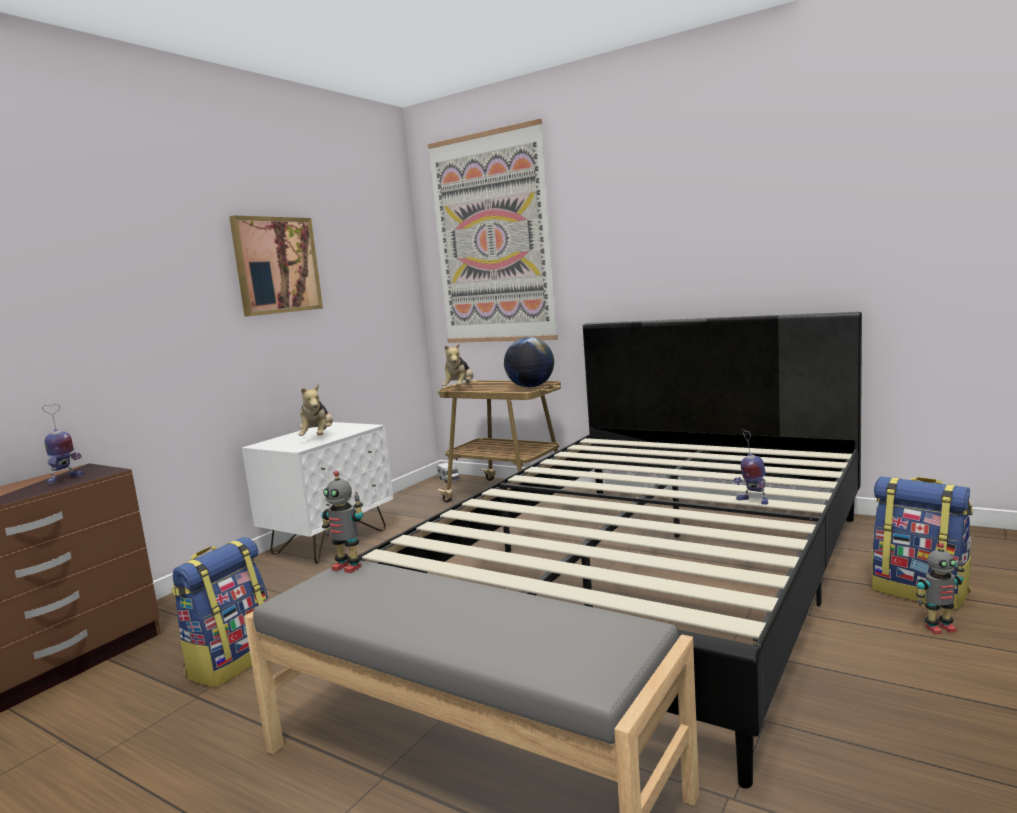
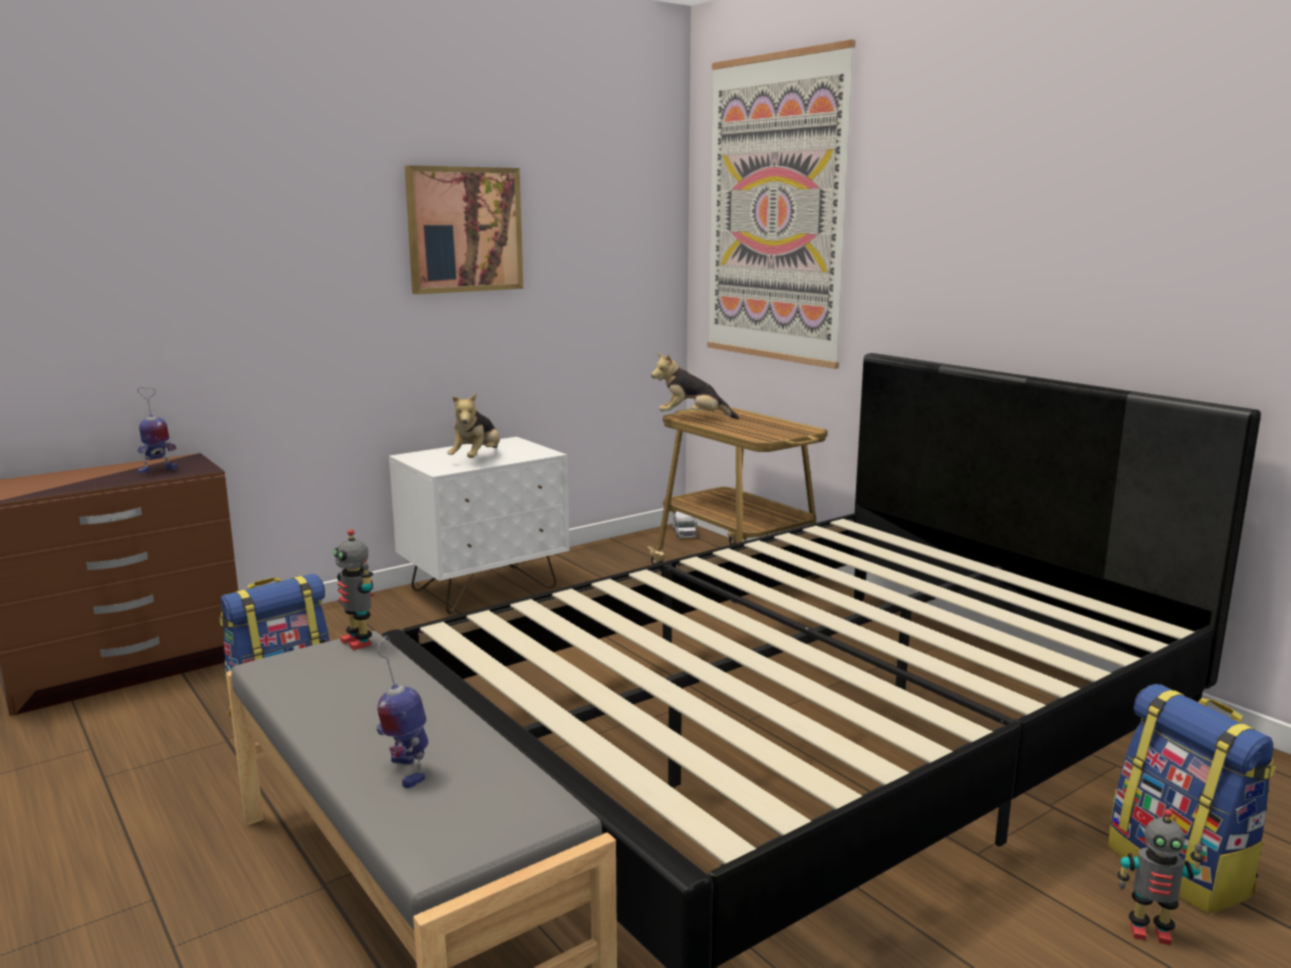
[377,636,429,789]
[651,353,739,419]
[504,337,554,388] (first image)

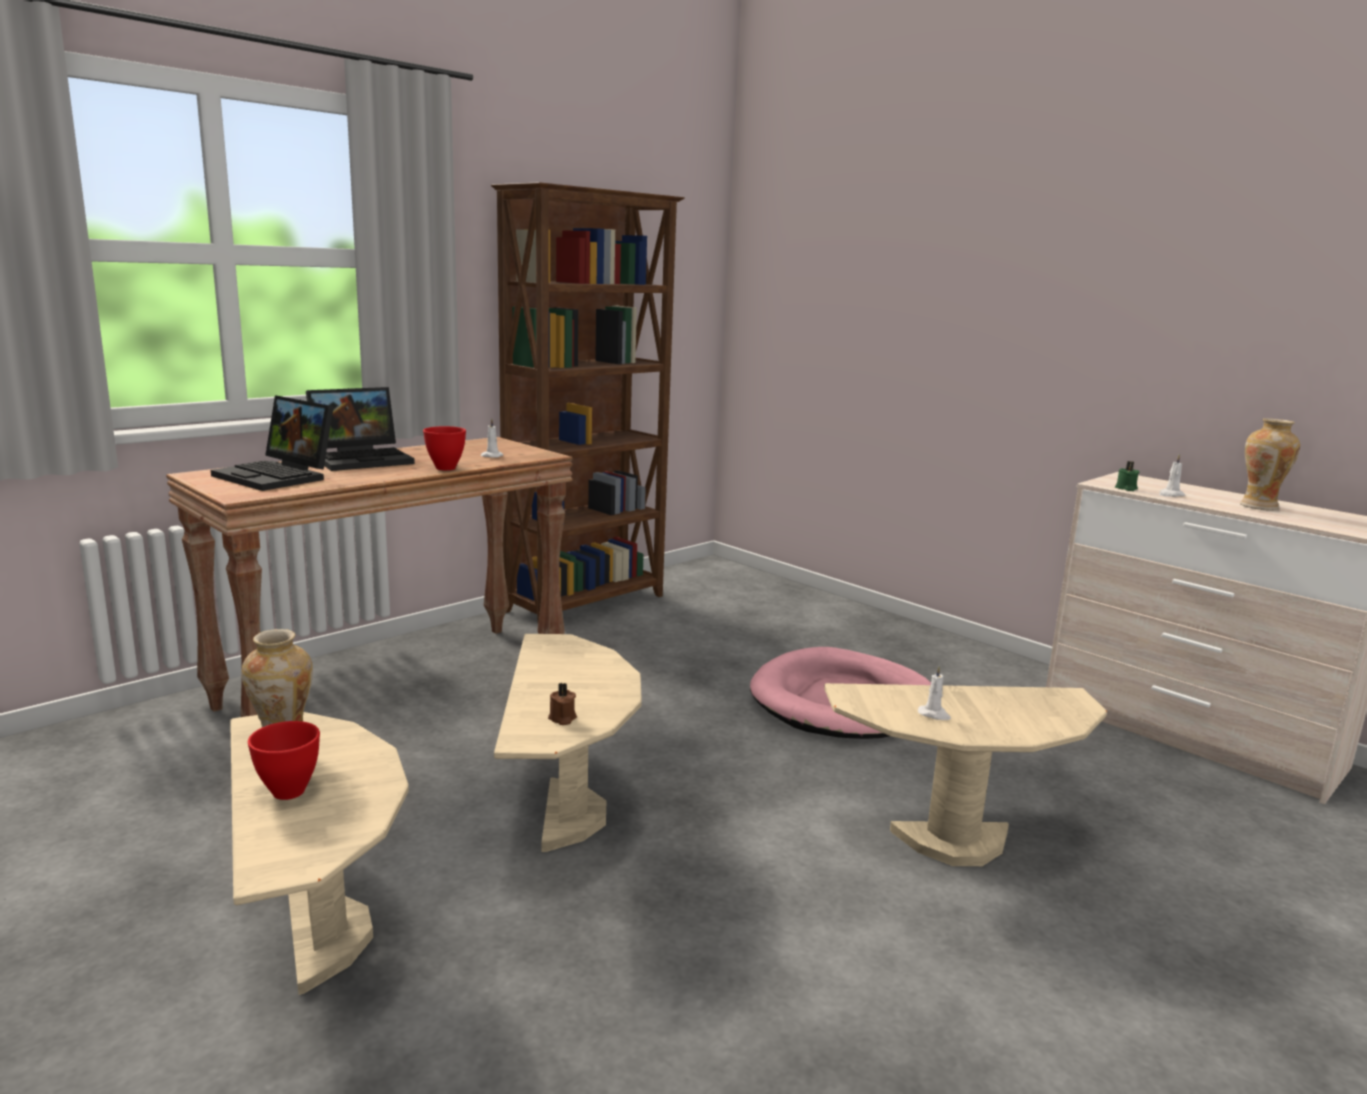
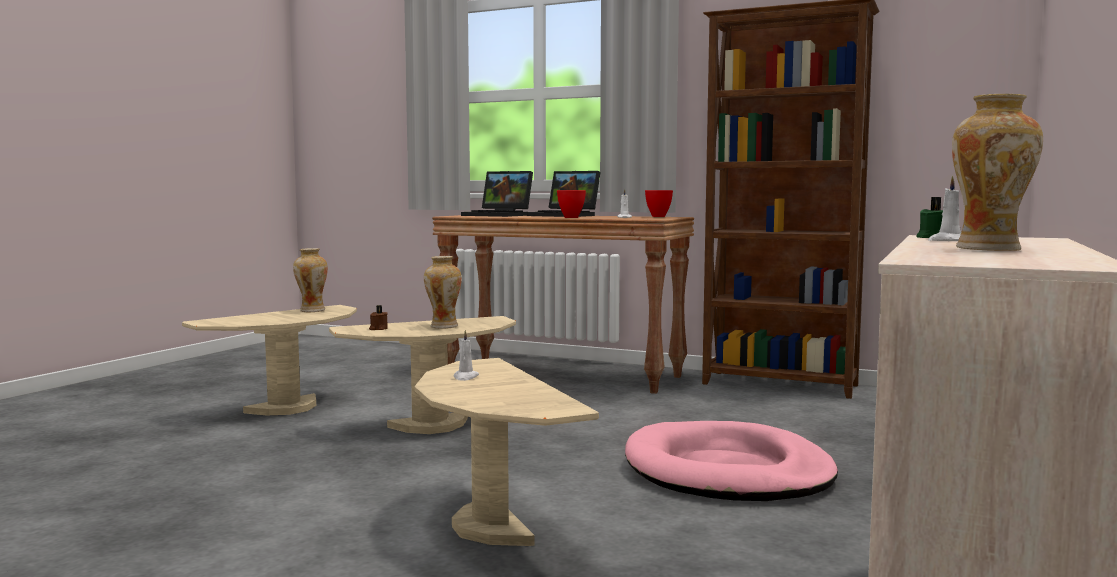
[424,256,462,329]
[461,171,533,217]
[645,190,673,217]

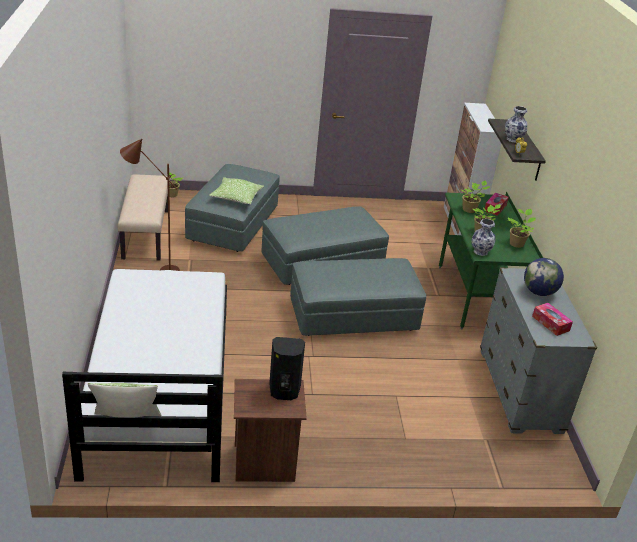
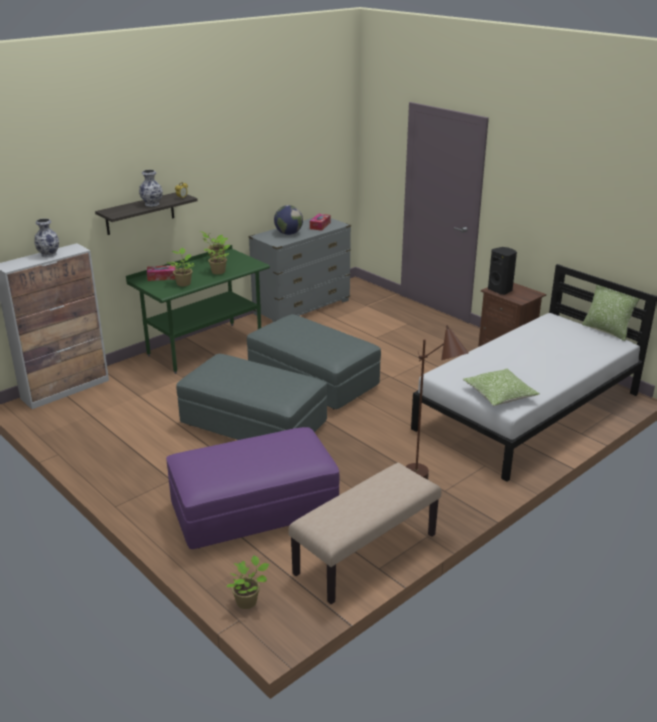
[34,218,59,258]
[166,427,340,549]
[463,369,540,406]

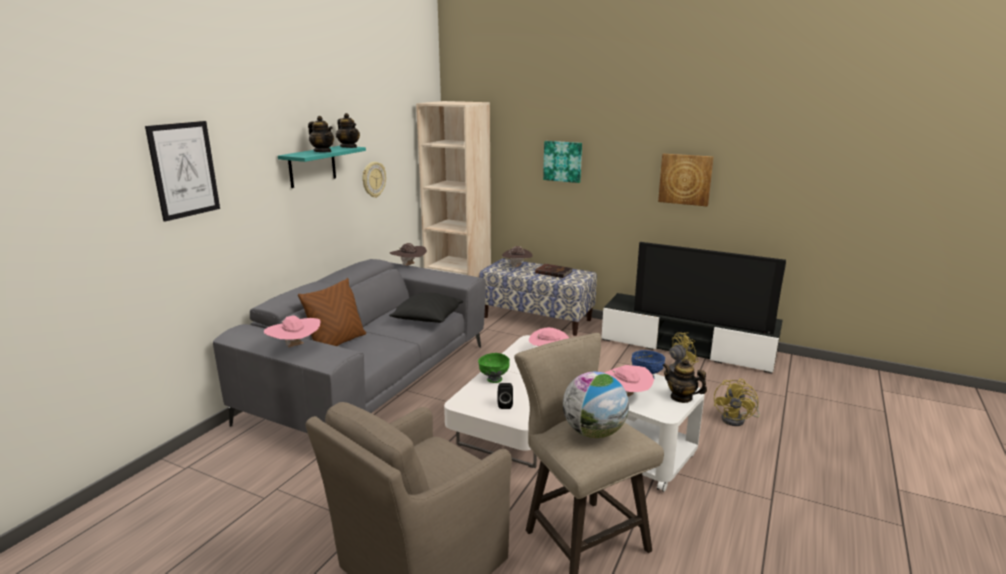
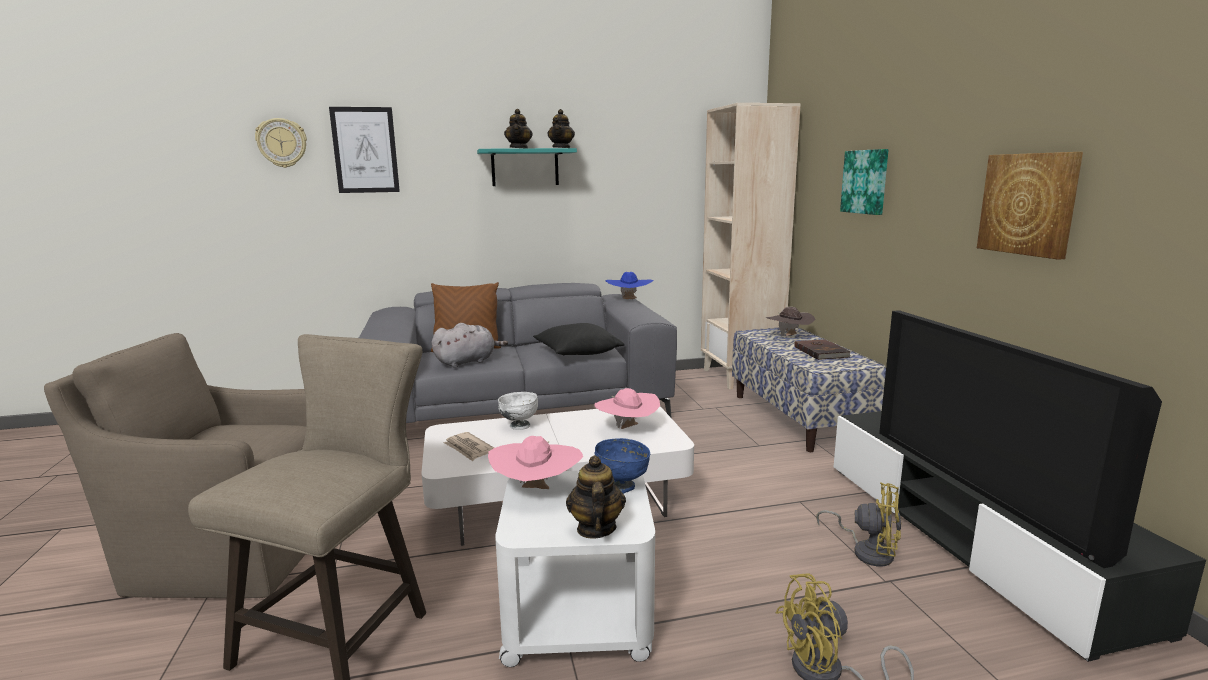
[255,118,307,168]
[432,323,508,368]
[444,432,494,461]
[498,392,538,430]
[605,272,654,299]
[264,315,320,348] (first image)
[563,372,629,438] (first image)

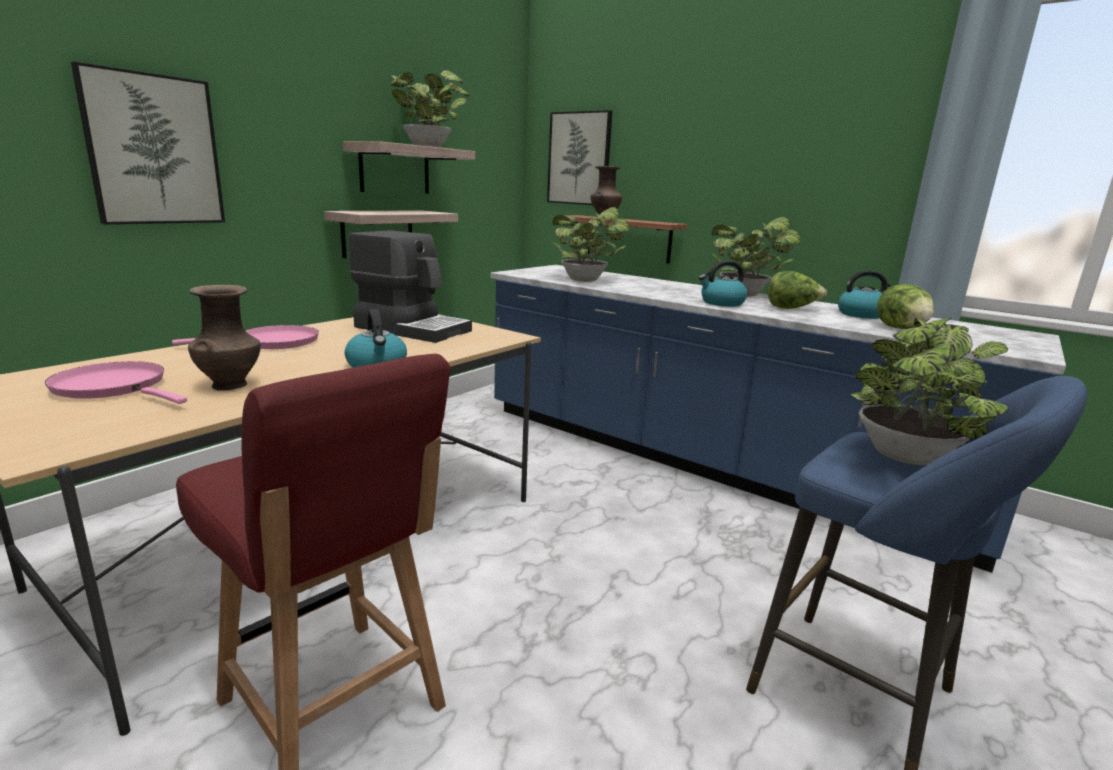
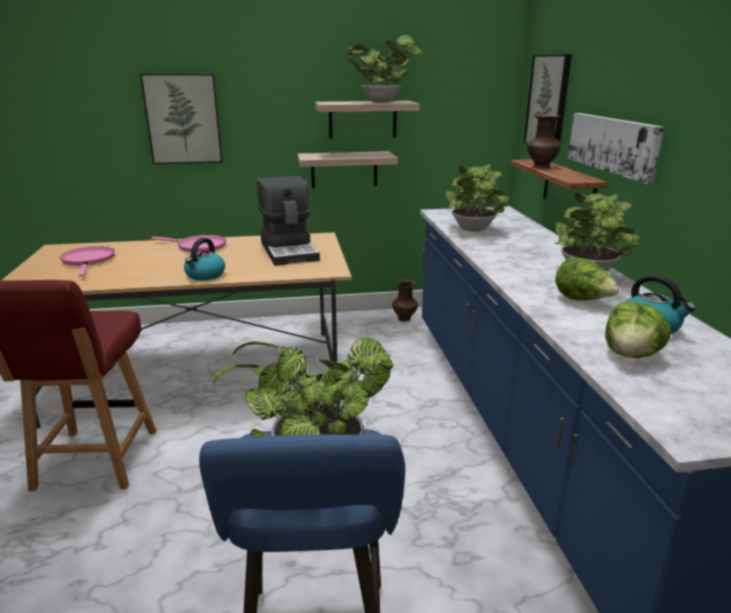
[392,279,418,322]
[568,113,664,184]
[699,260,748,307] (first image)

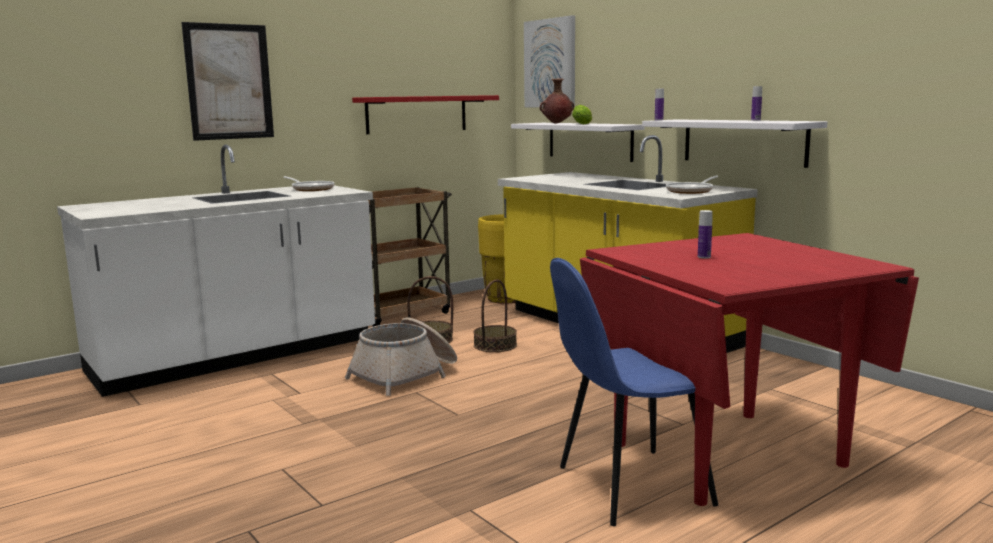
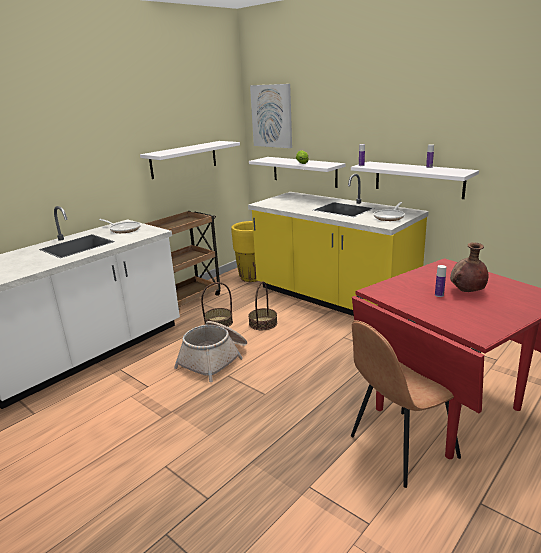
[140,141,240,179]
[351,320,461,488]
[450,243,488,292]
[181,22,274,141] (first image)

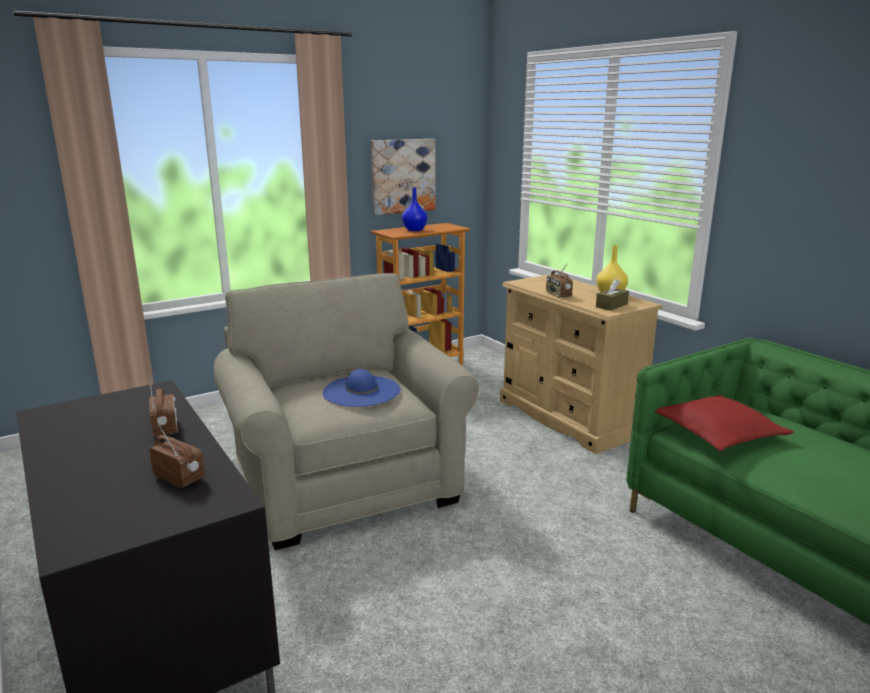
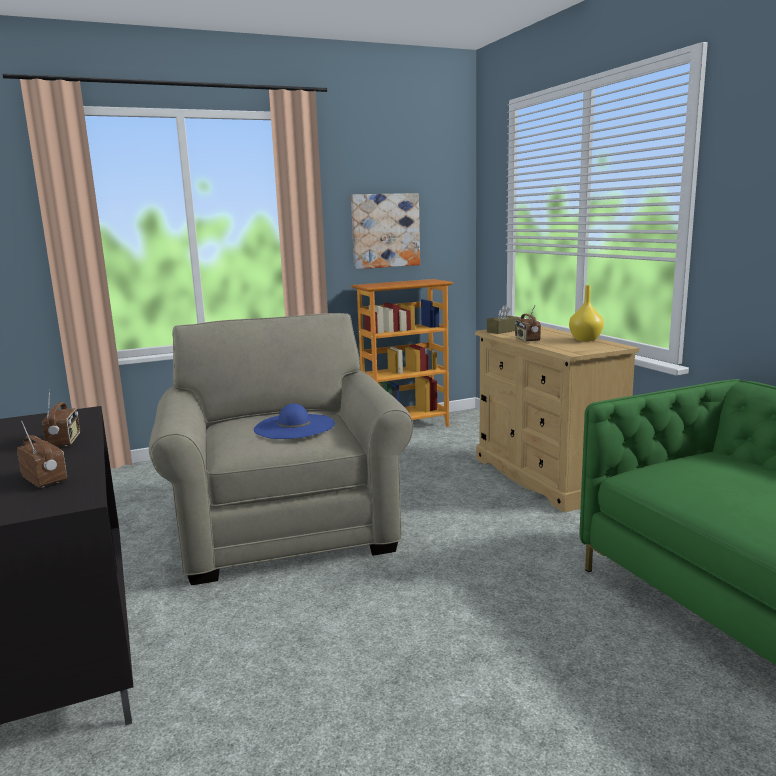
[487,305,520,334]
[402,187,427,231] (first image)
[655,395,794,451] (first image)

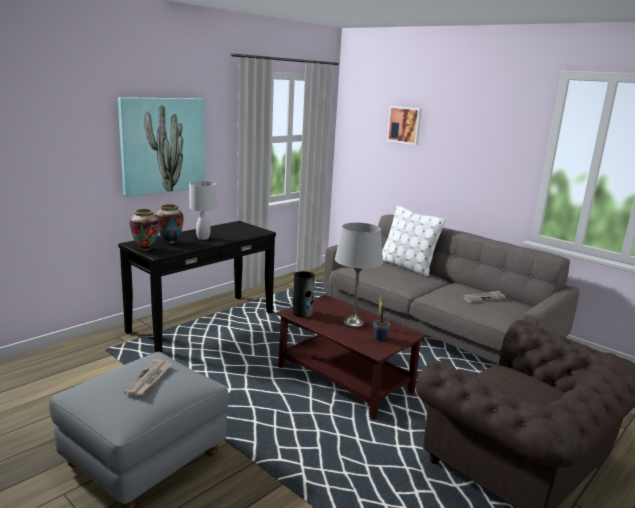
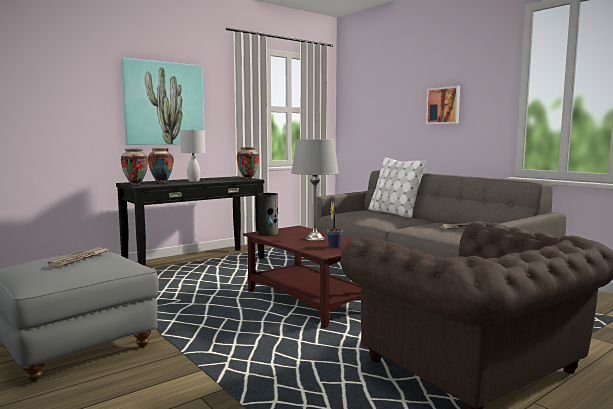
[237,147,259,179]
[426,86,460,124]

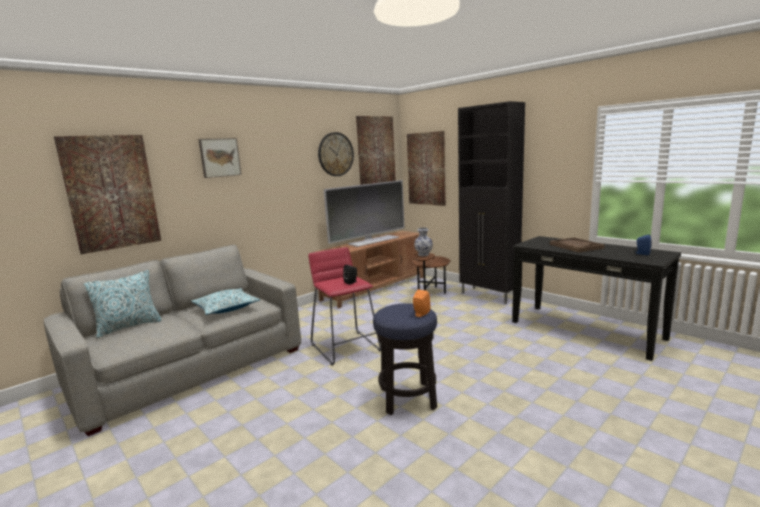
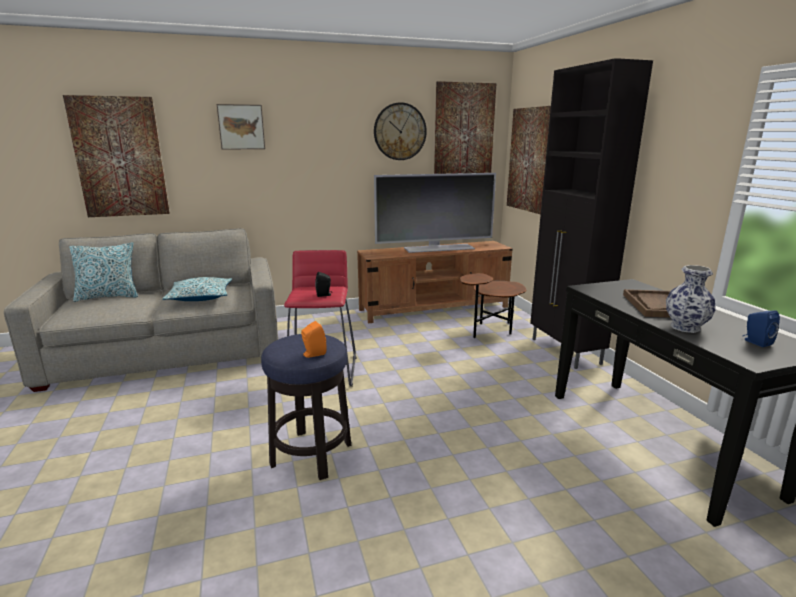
[666,265,716,333]

